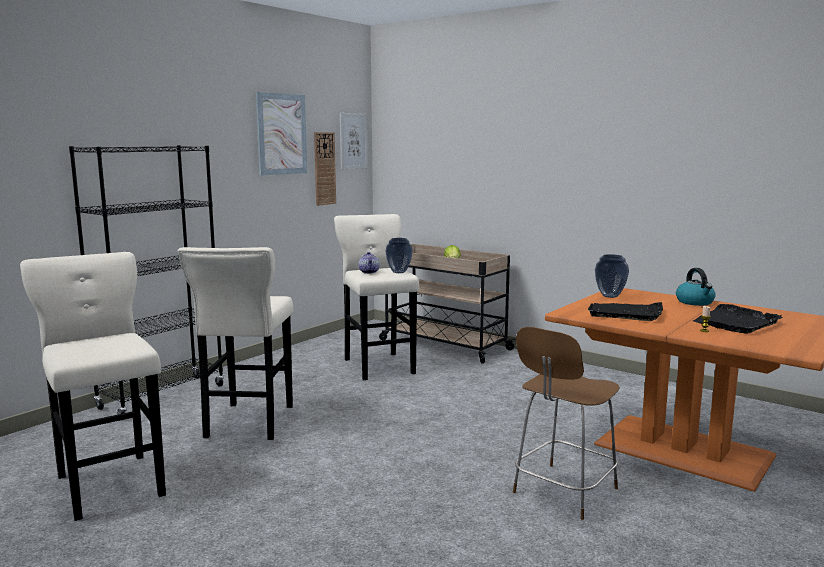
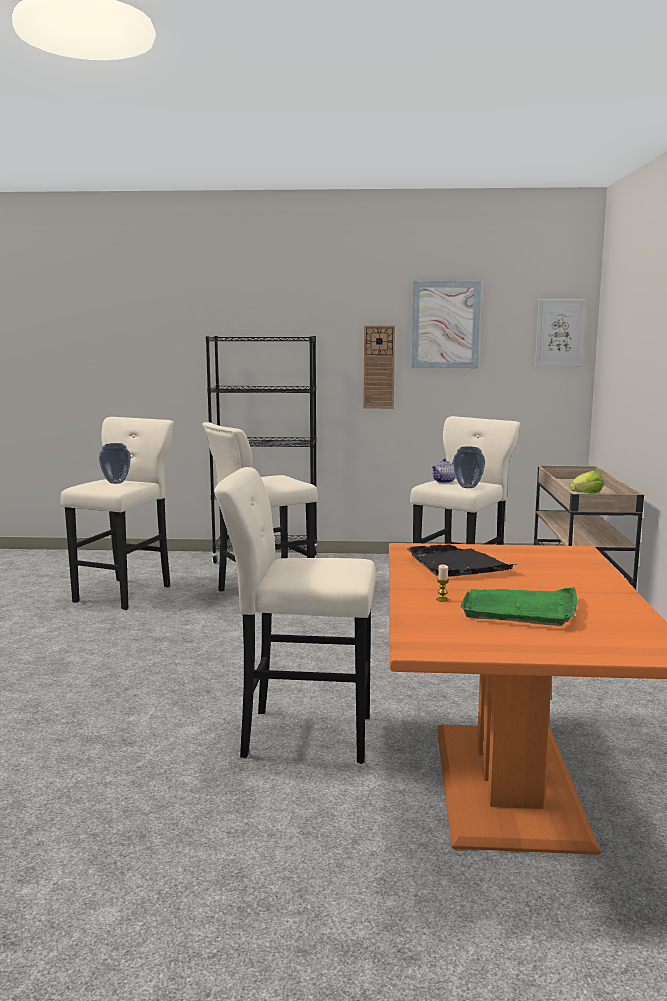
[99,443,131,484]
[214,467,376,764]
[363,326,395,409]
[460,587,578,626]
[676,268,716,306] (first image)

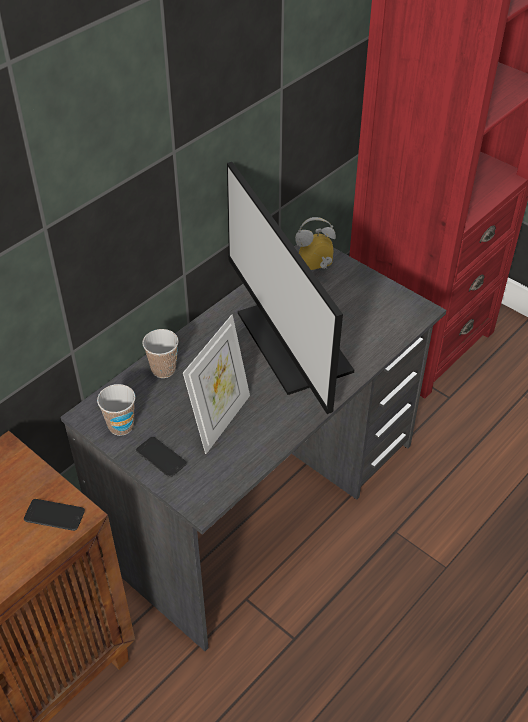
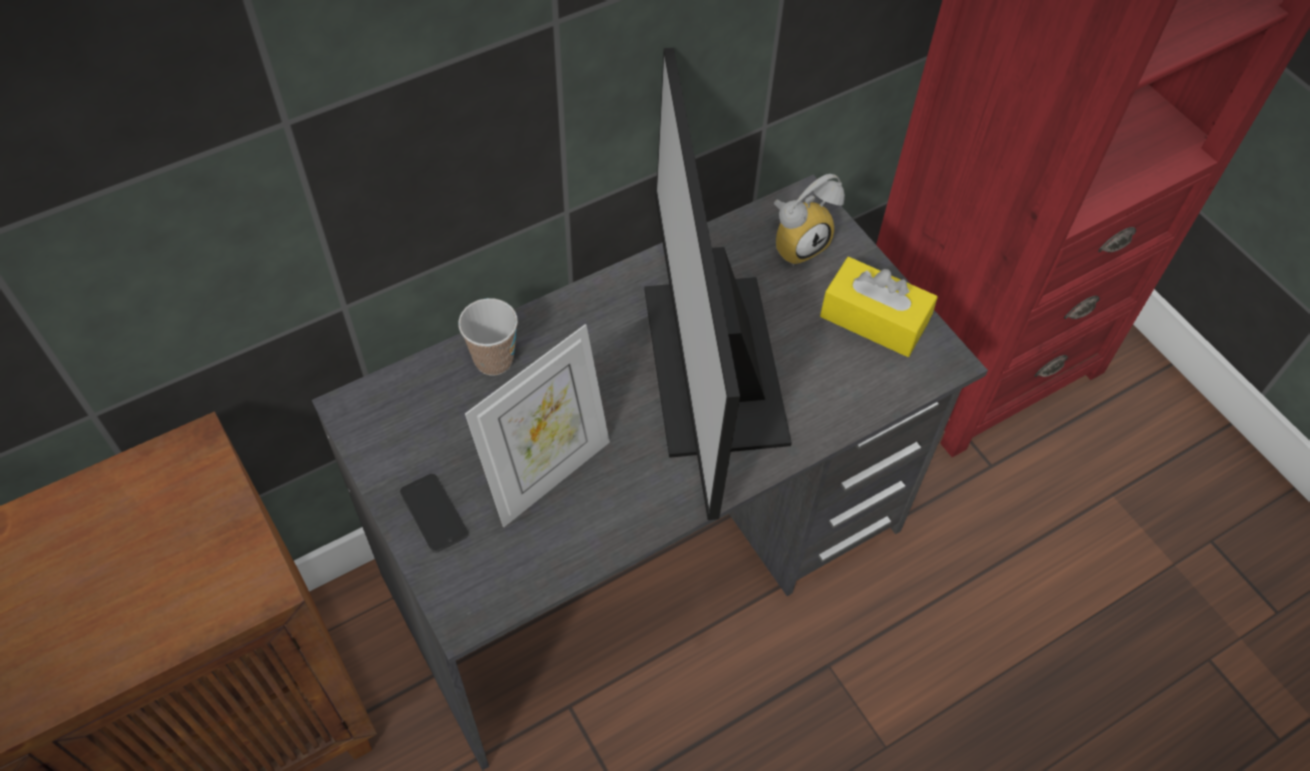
[774,174,845,266]
[820,257,938,357]
[24,499,85,531] (first image)
[97,384,135,436] (first image)

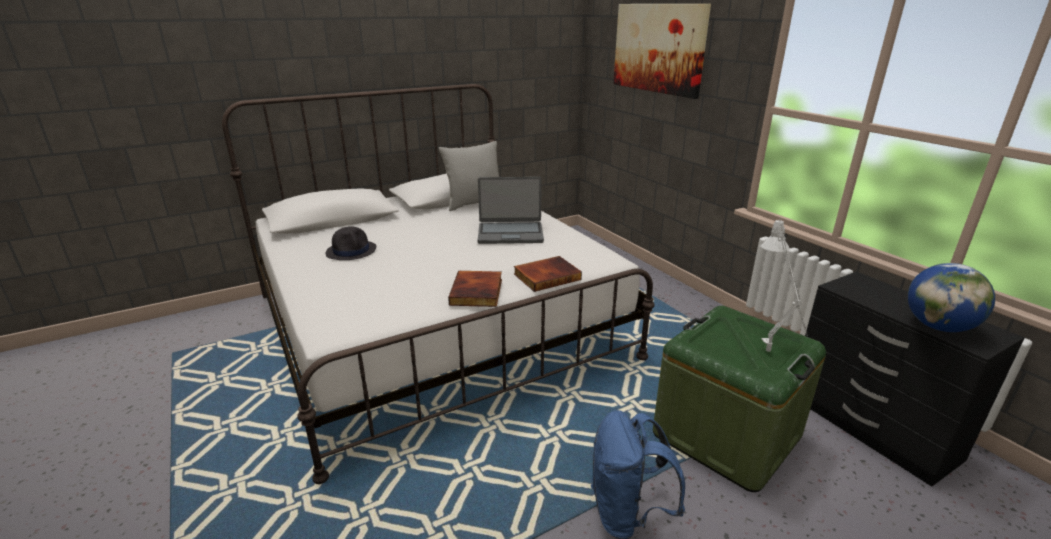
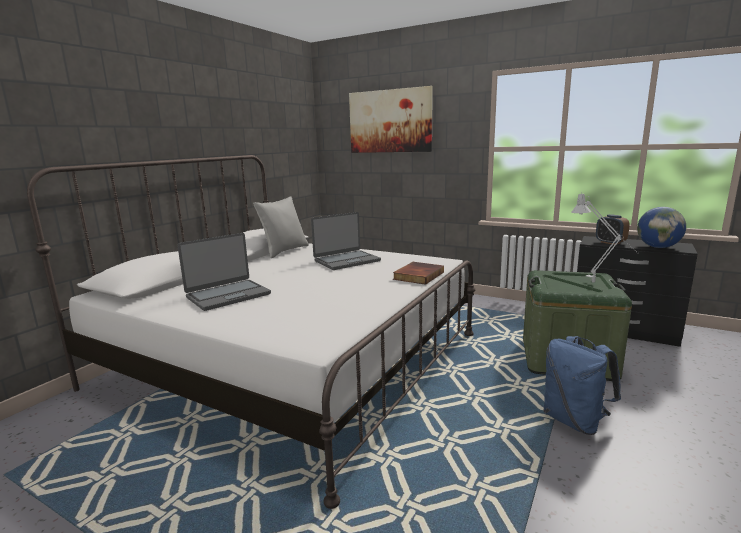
[177,233,271,311]
[596,214,630,245]
[448,271,502,307] (first image)

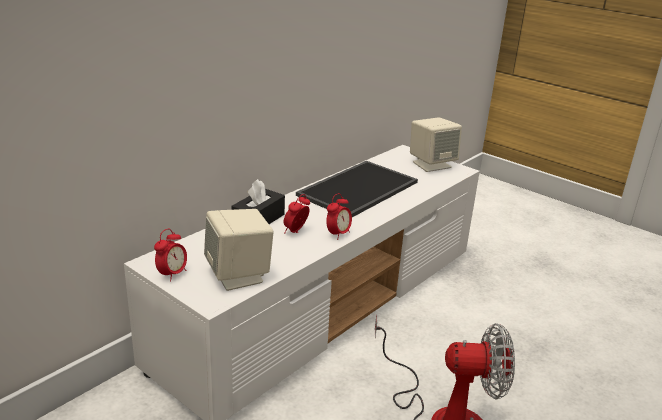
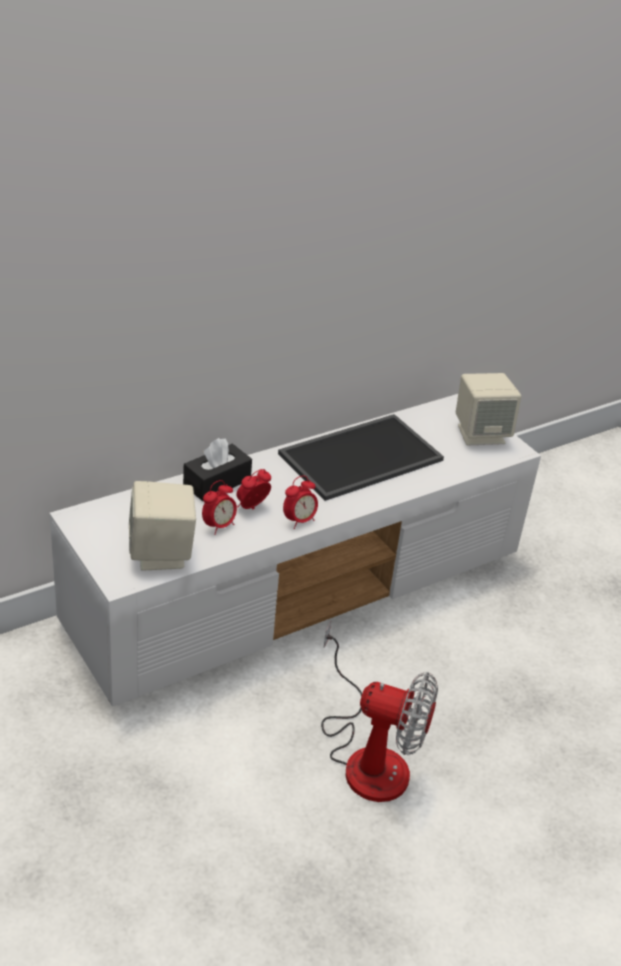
[202,480,237,535]

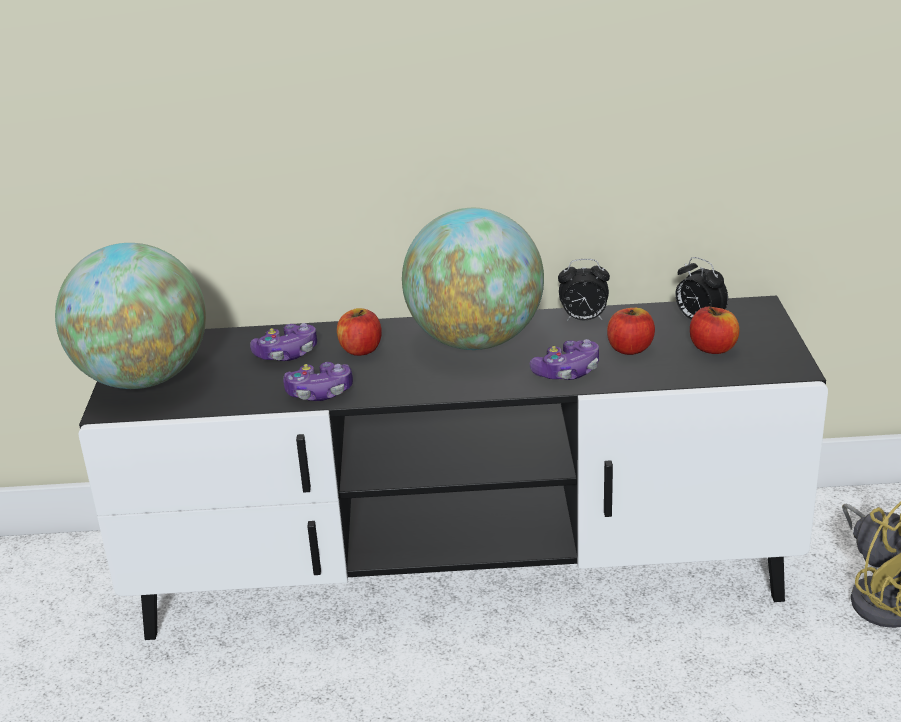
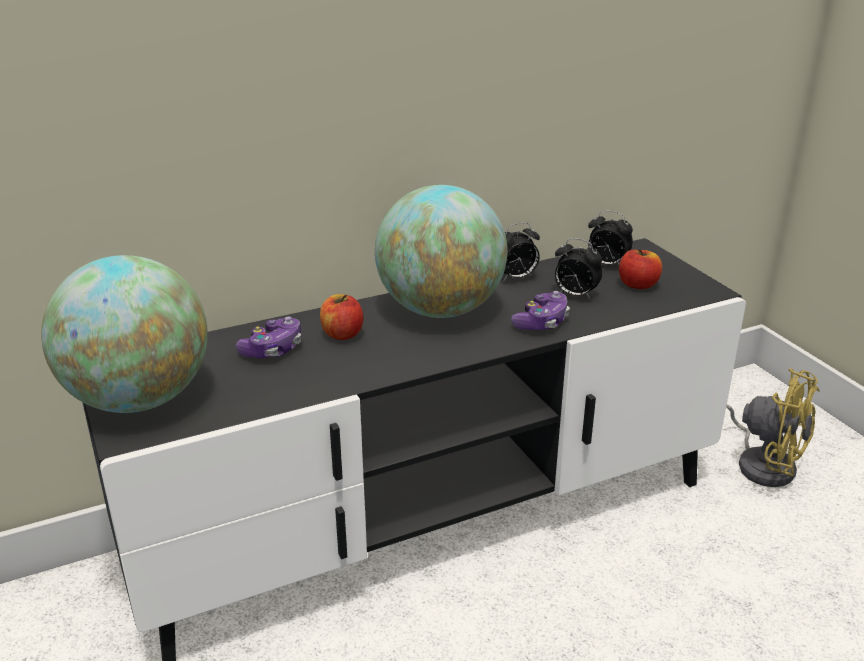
[555,238,603,300]
[283,362,353,401] (first image)

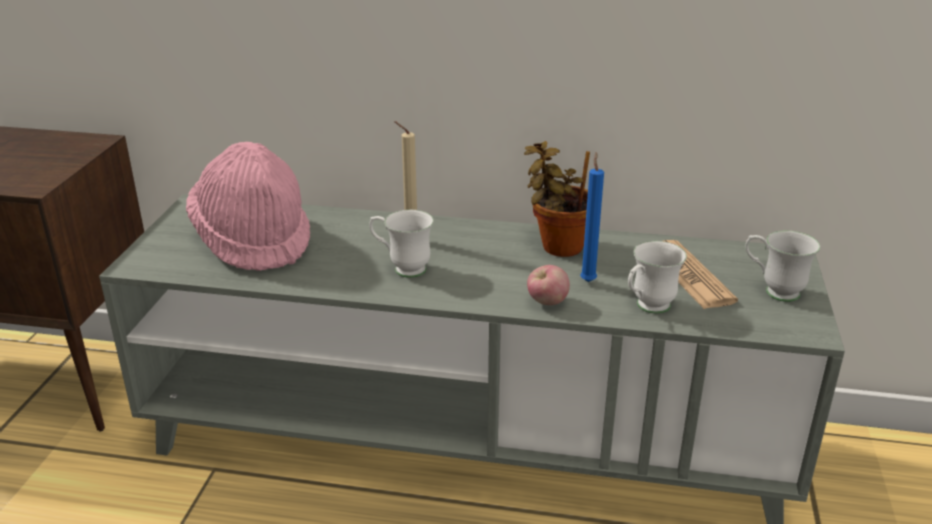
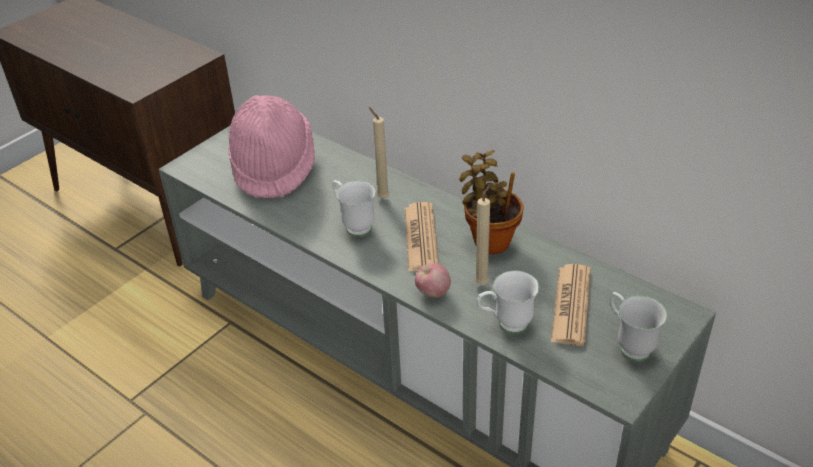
[405,202,439,271]
[475,184,490,284]

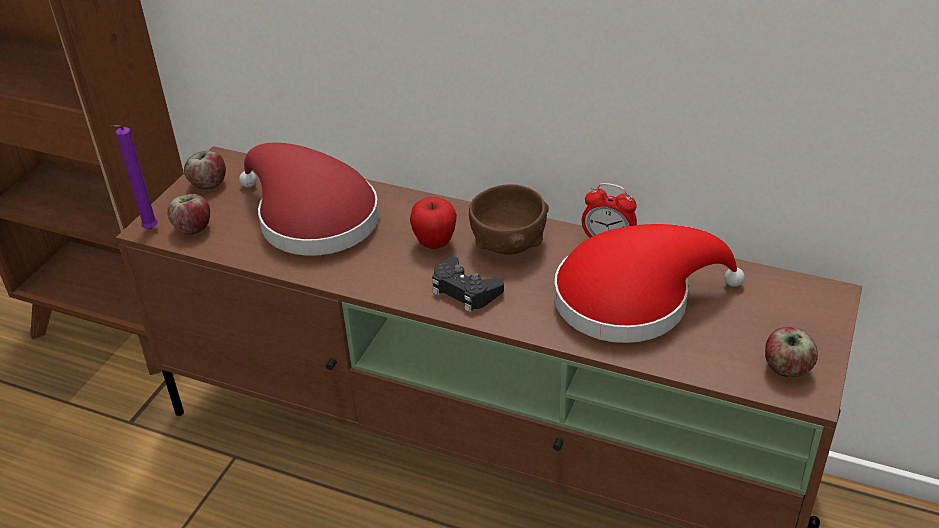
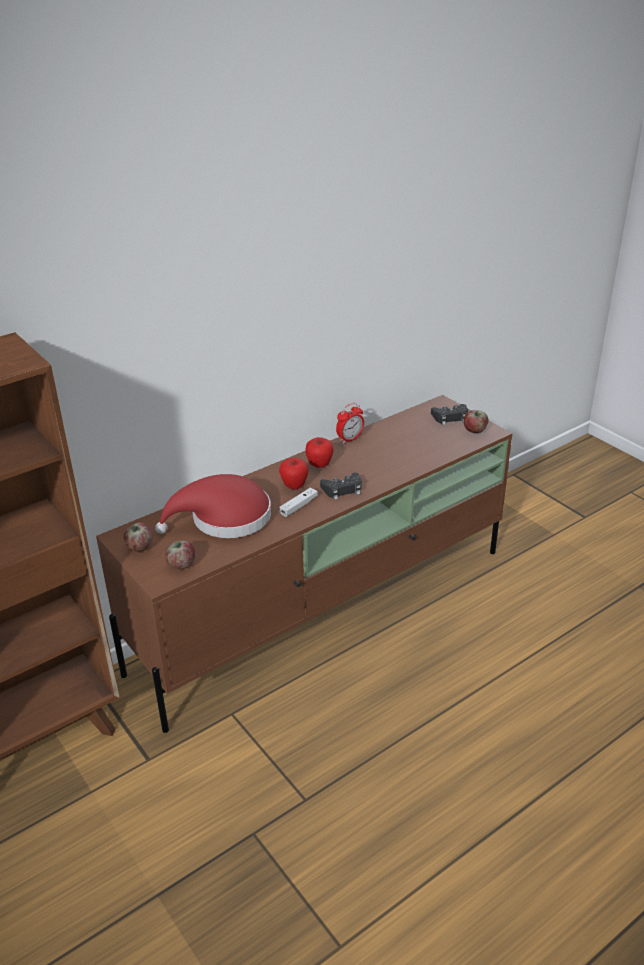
[279,488,318,517]
[305,437,334,468]
[431,404,468,425]
[110,125,158,229] (first image)
[554,224,745,343] (first image)

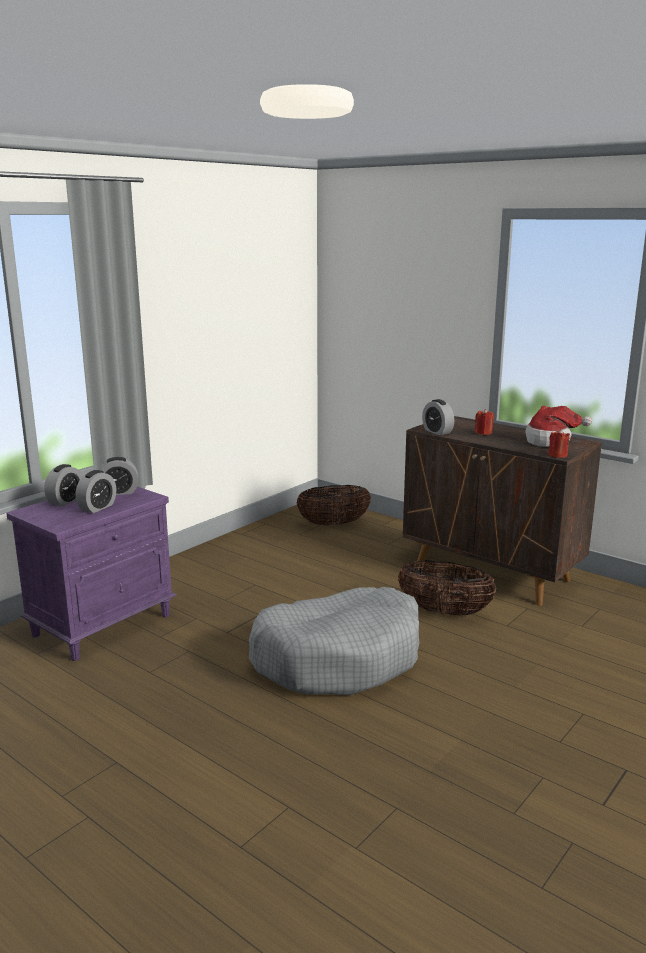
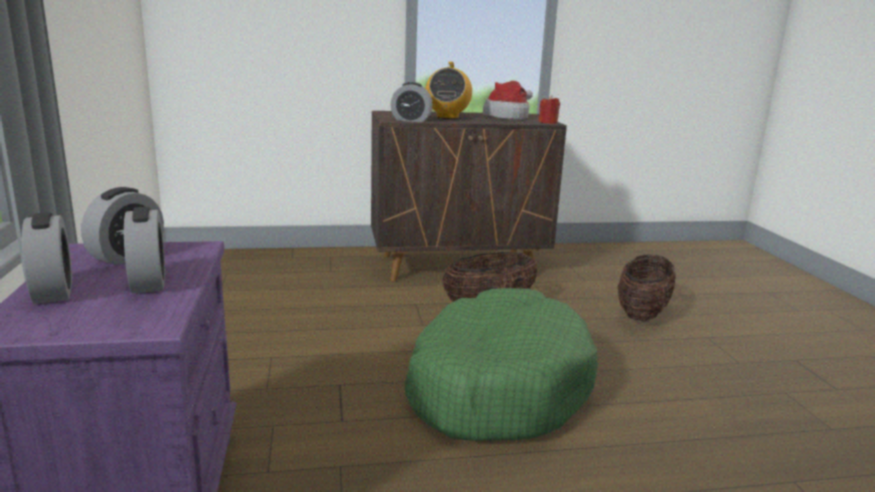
[404,288,598,441]
[426,62,472,119]
[617,255,676,321]

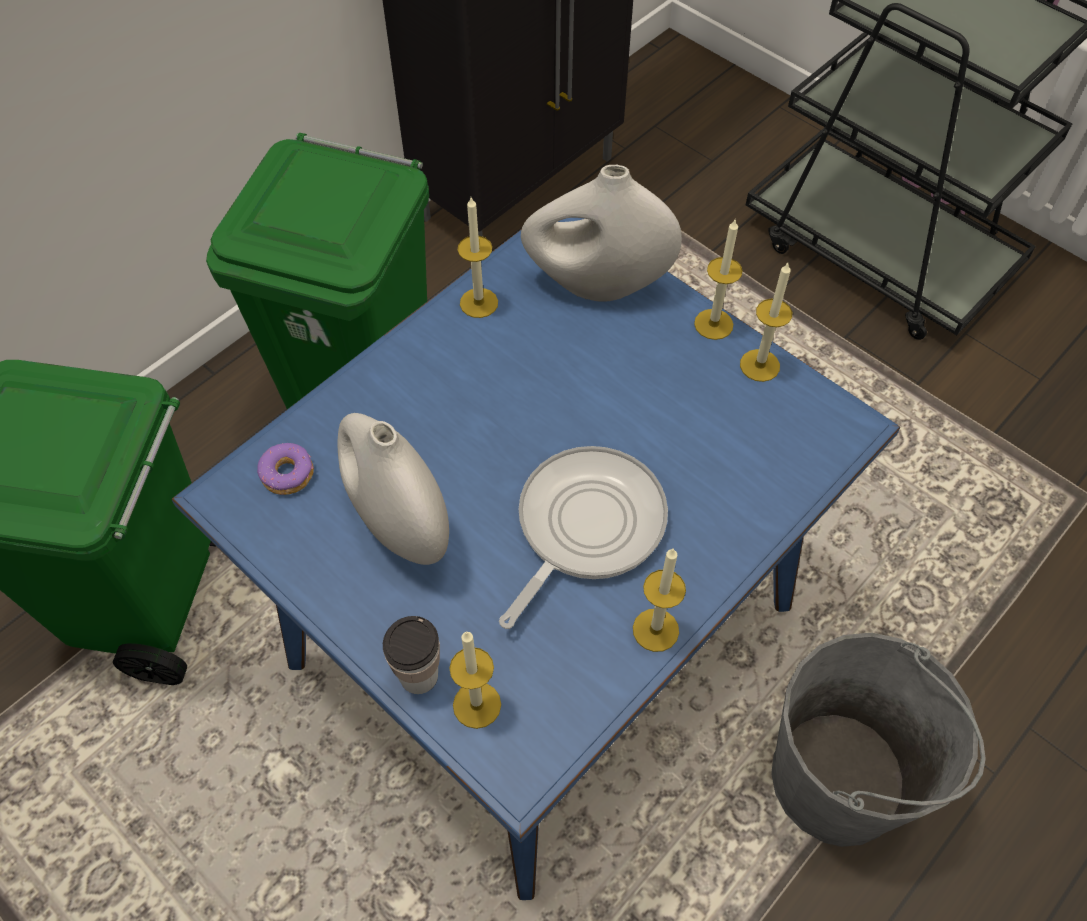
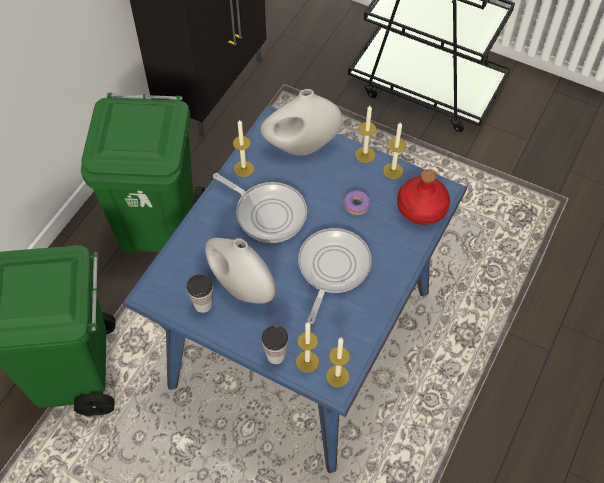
[187,274,213,313]
[213,173,307,243]
[326,338,350,387]
[344,190,370,215]
[397,169,450,225]
[771,633,986,847] (first image)

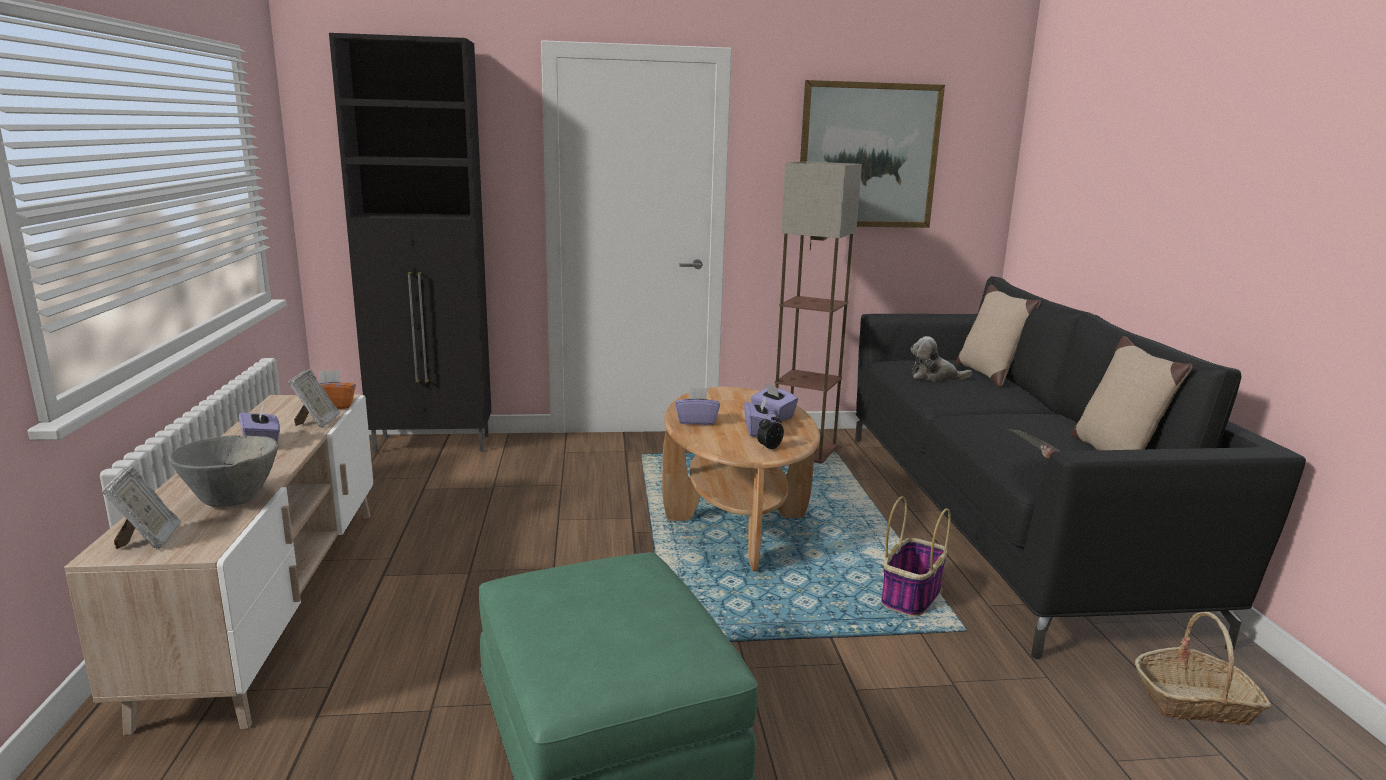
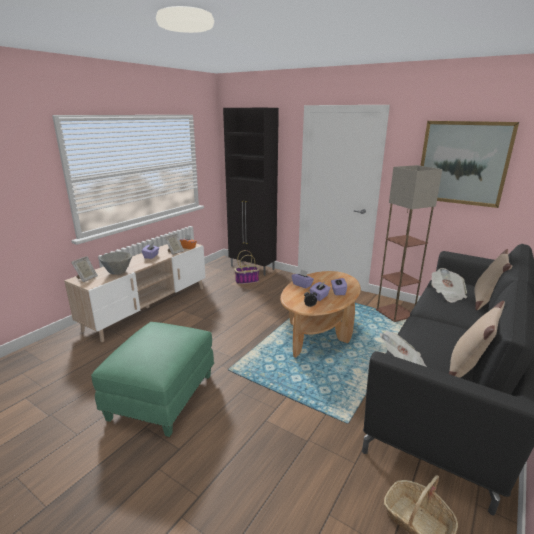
[235,250,259,284]
[431,268,467,303]

